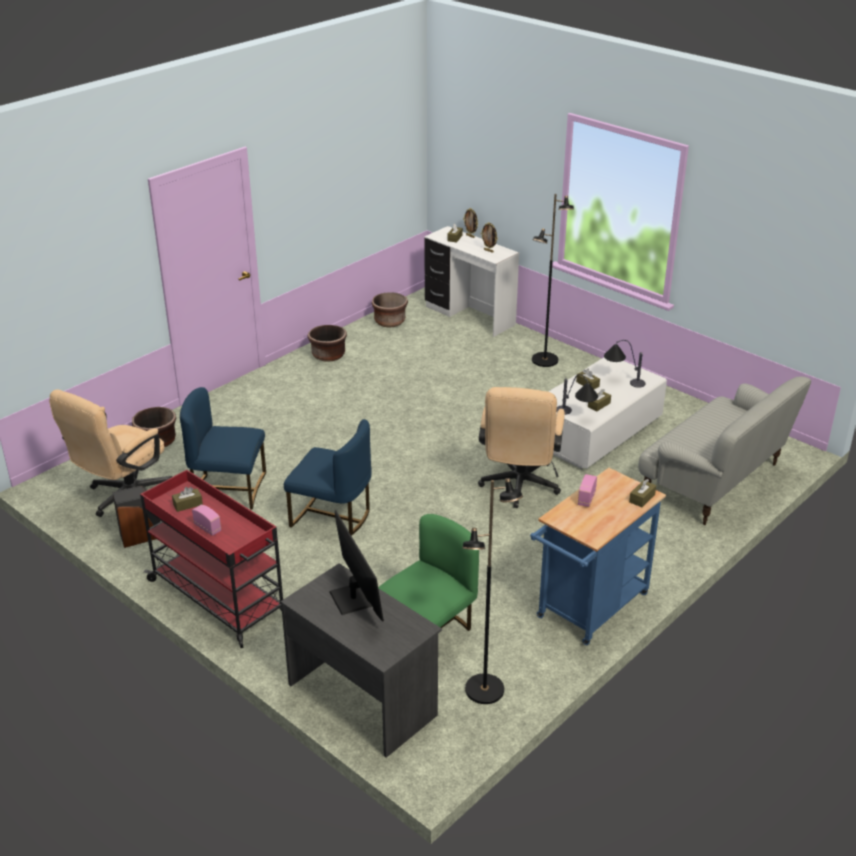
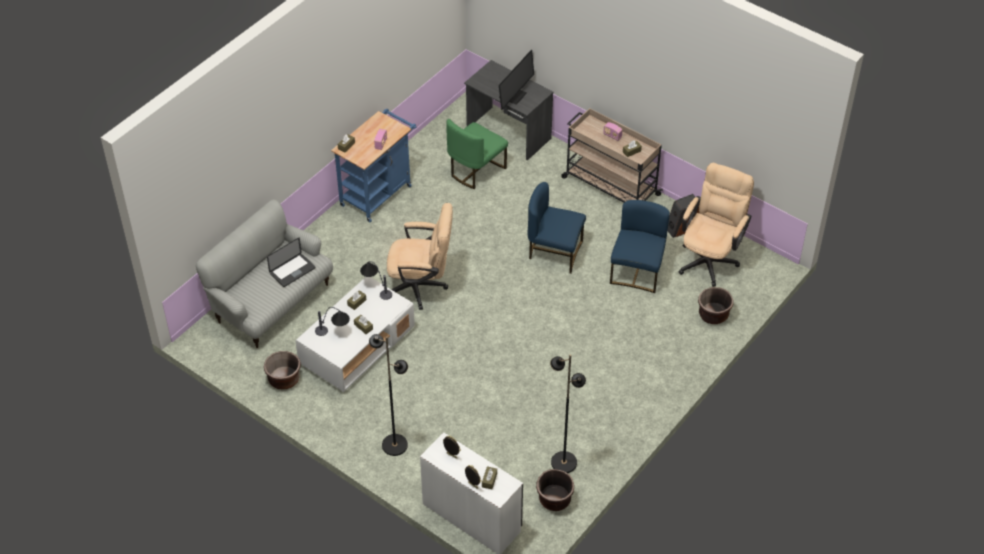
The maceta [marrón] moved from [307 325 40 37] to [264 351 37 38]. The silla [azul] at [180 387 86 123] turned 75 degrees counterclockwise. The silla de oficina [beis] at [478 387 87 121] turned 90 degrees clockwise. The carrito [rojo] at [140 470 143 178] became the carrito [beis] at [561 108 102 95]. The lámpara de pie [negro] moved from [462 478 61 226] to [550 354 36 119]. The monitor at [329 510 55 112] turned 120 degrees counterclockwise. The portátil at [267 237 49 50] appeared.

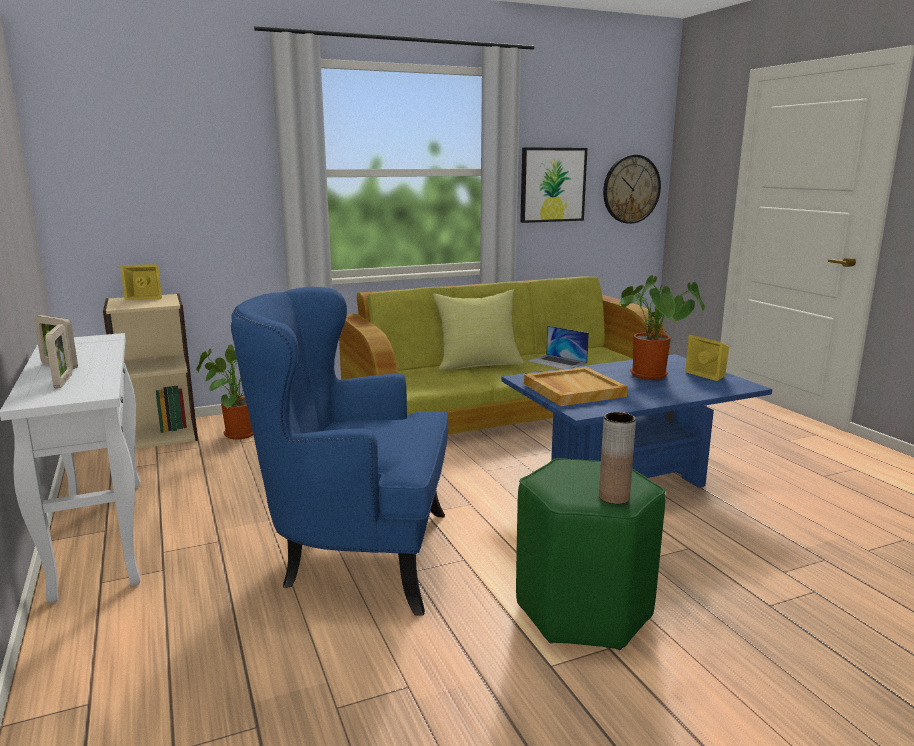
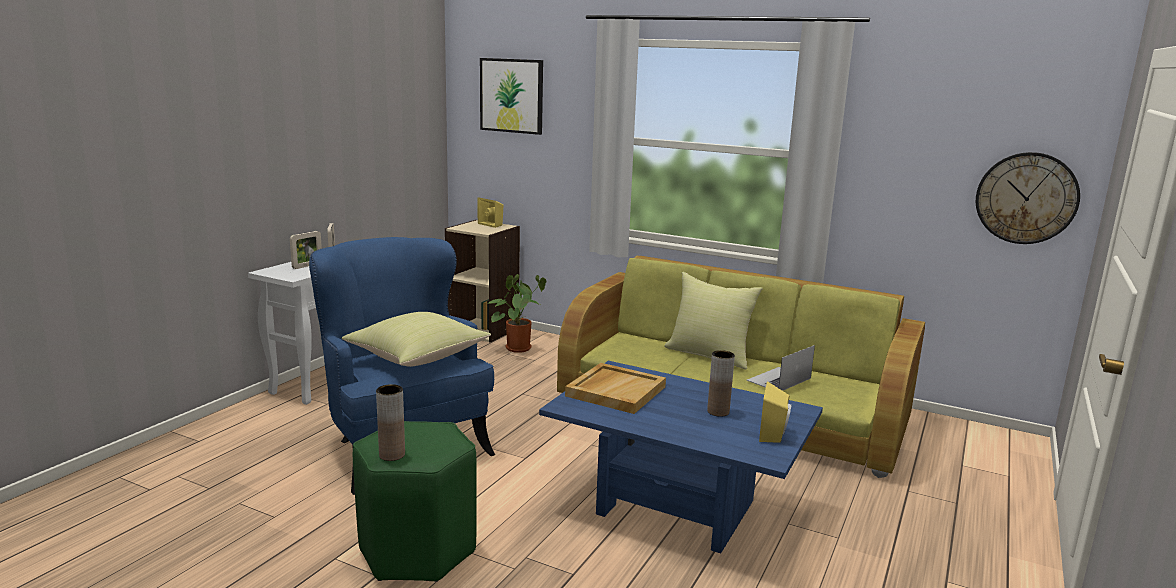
The cuadro moved from [520 147 67 76] to [480 58 63 77]. The planta en maceta at [616 275 89 105] was replaced by the florero [marrón] at [707 350 28 67]. The portátil at [528 326 61 43] turned 45 degrees clockwise. The cojín [amarillo] at [342 312 149 55] appeared.

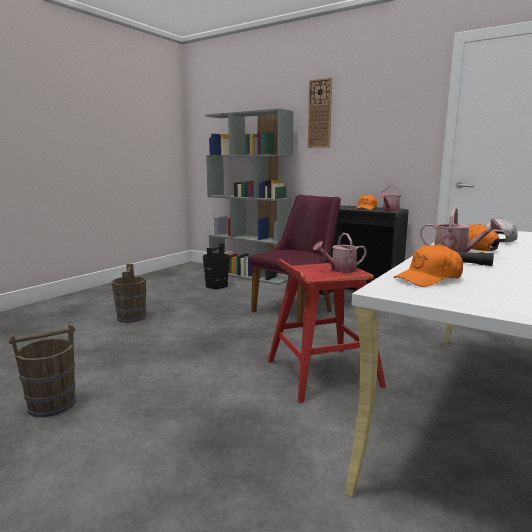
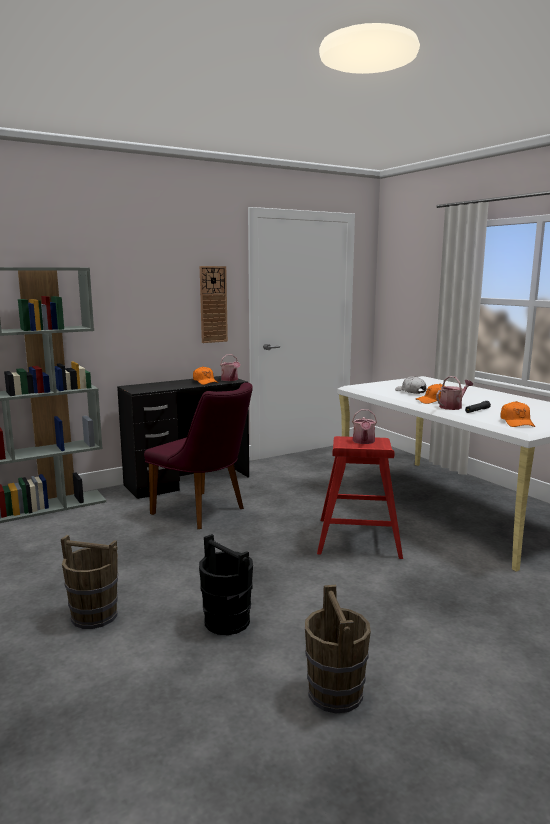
The reloj de pared moved from [308 78 24 70] to [200 266 28 77]. The silla [morado] at [249 195 92 127] turned 150 degrees clockwise. The cubo [negro] moved from [203 243 26 46] to [199 534 54 101].

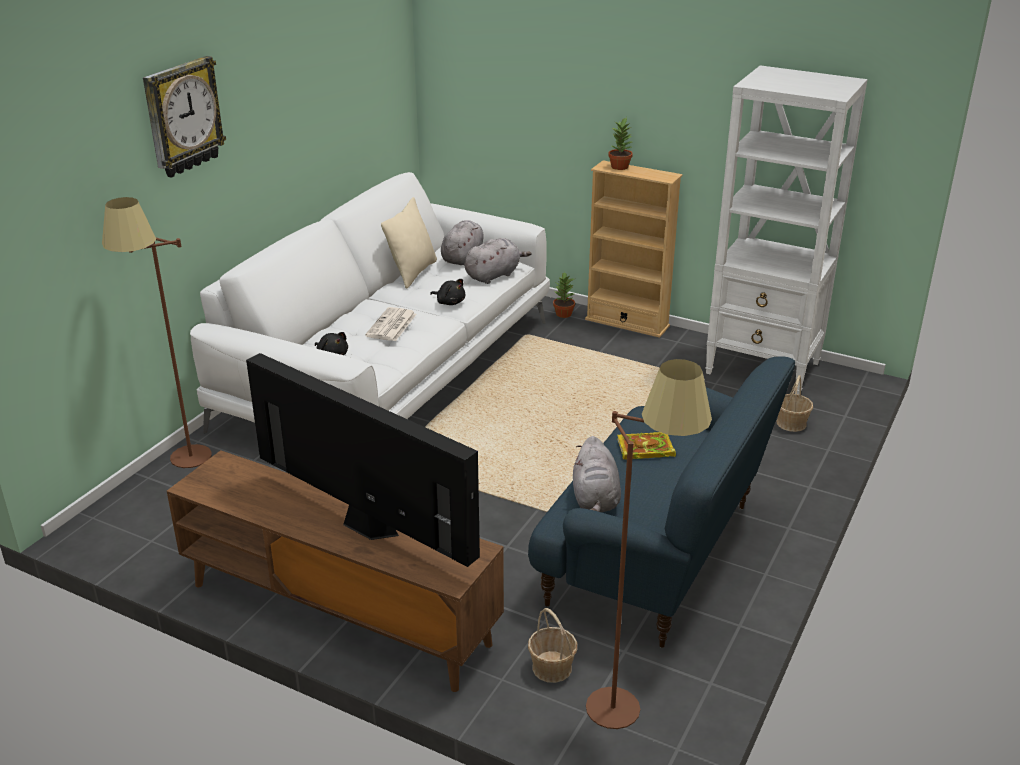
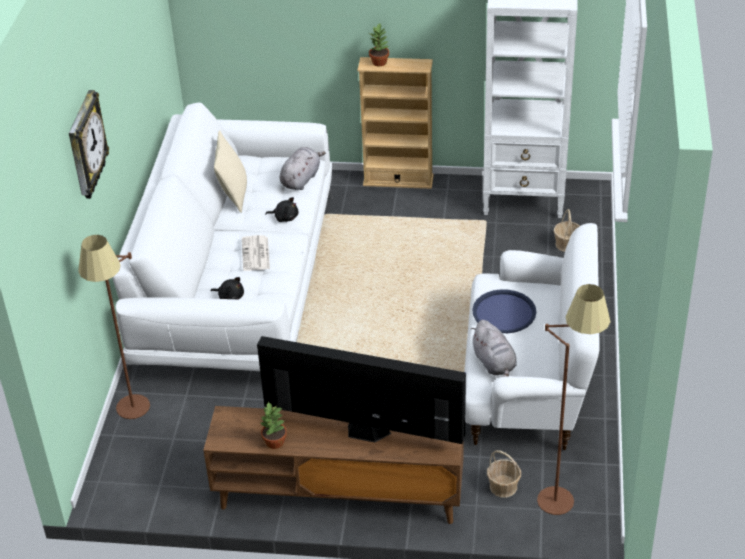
The peluche [gris] at [441 220 43 46] disappeared. The planta en maceta moved from [553 271 22 47] to [261 402 26 47]. The sofá [azul] at [528 356 267 292] became the sofá [blanco] at [464 223 136 227]. The libro at [617 432 59 28] was replaced by the bandeja [azul] at [472 289 64 44].

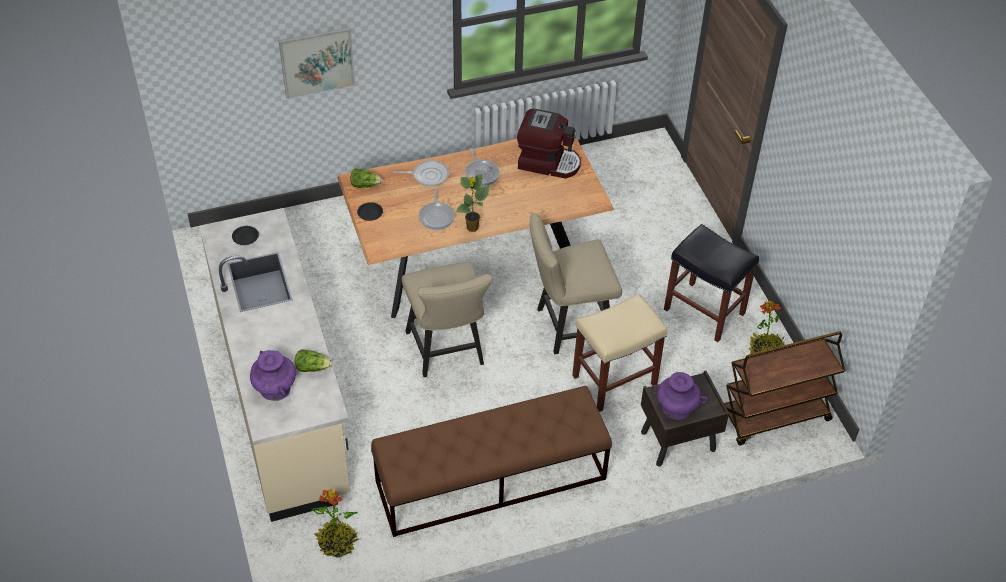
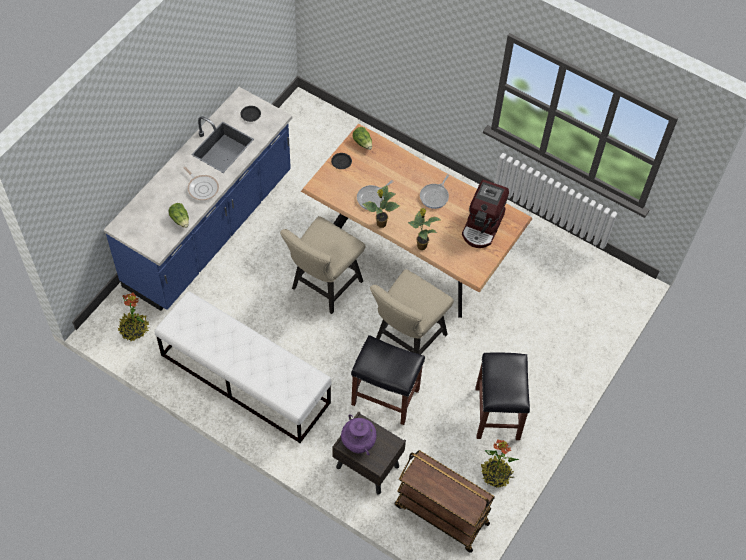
The cuadro at [279 27 76 72] disappeared. The cafetera at [517 109 64 70] turned 45 degrees clockwise. The sartén moved from [394 160 55 27] to [184 167 35 33]. The mueble bajo de cocina [beis] at [199 208 151 314] became the mueble bajo de cocina [azul] at [104 87 188 224]. The silla [beis] at [530 213 92 141] turned 90 degrees counterclockwise. The taburete [beis] at [572 294 95 118] became the taburete [negro] at [351 335 74 90]. The florero [morado] at [250 350 46 51] disappeared. The banco [marrón] at [371 386 241 151] became the banco [blanco] at [155 291 177 152]. The planta en maceta at [408 208 33 42] appeared.

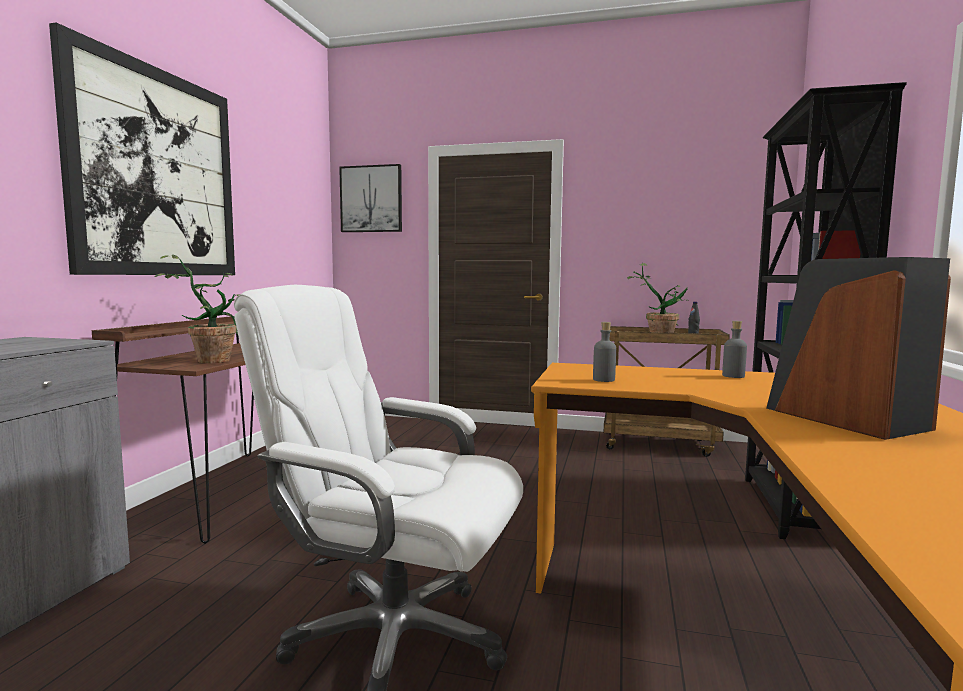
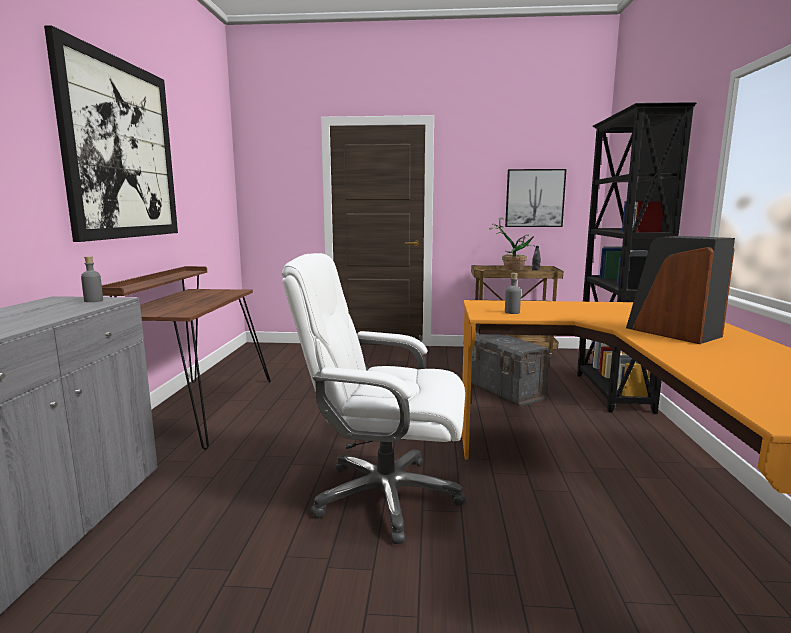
The cuadro moved from [339 164 63 68] to [505 169 62 58]. The planta en maceta at [155 255 85 108] disappeared. The botella [gris] moved from [722 321 25 57] to [81 256 22 46]. The caja de almacenaje [gris] at [463 333 88 73] appeared.

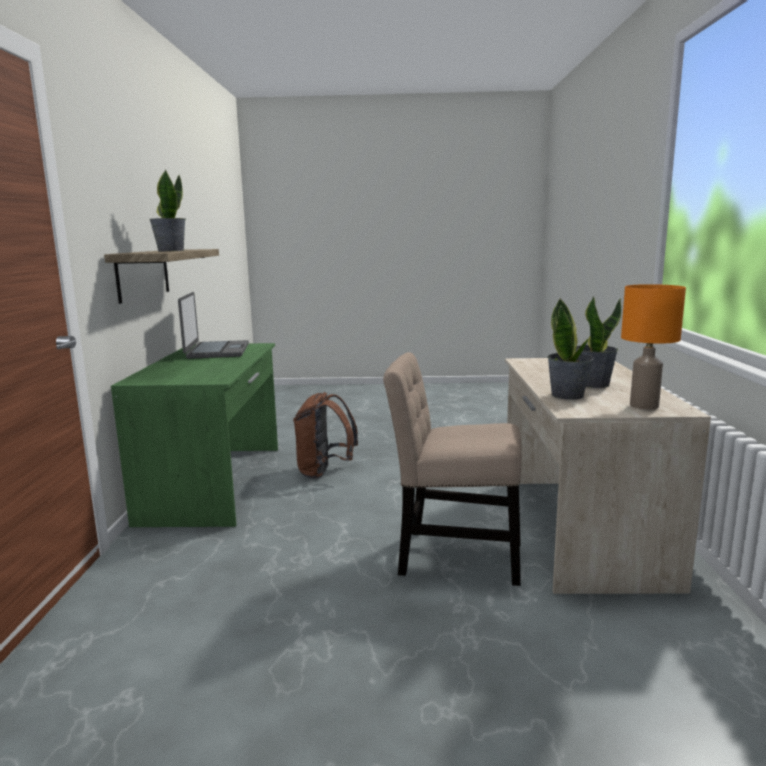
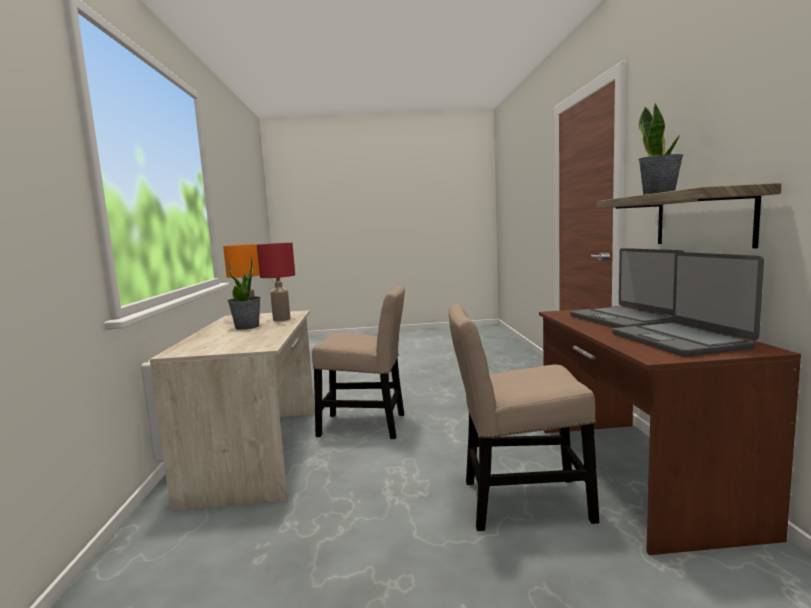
The planta en maceta at [547 299 47 101] was replaced by the lámpara de mesa [rojo] at [257 243 38 78]. The escritorio [verde] at [111 343 167 184] became the escritorio [marrón] at [539 306 262 249]. The mochila [marrón] at [293 392 65 87] was replaced by the silla [beis] at [449 304 150 227]. The portátil at [570 248 114 80] appeared.

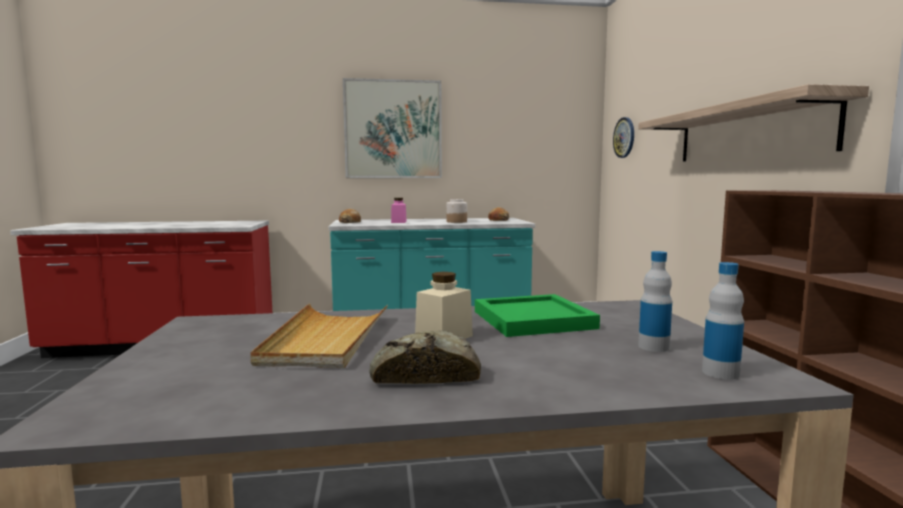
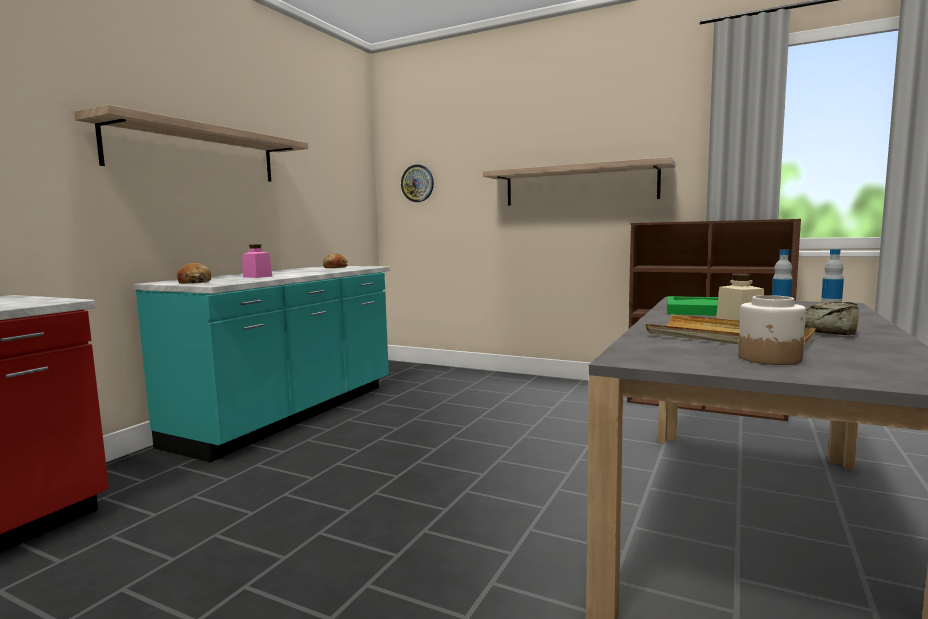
The cuadro at [343 78 99 100] was replaced by the estante at [74 105 234 77]. The tarro moved from [446 199 21 24] to [738 295 68 70].

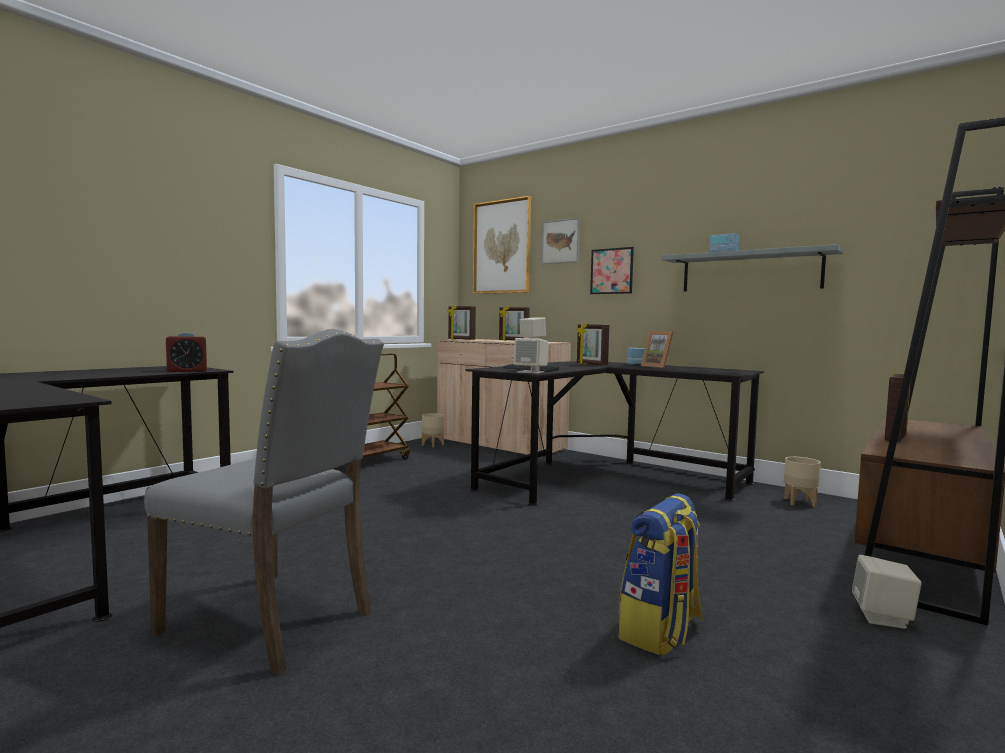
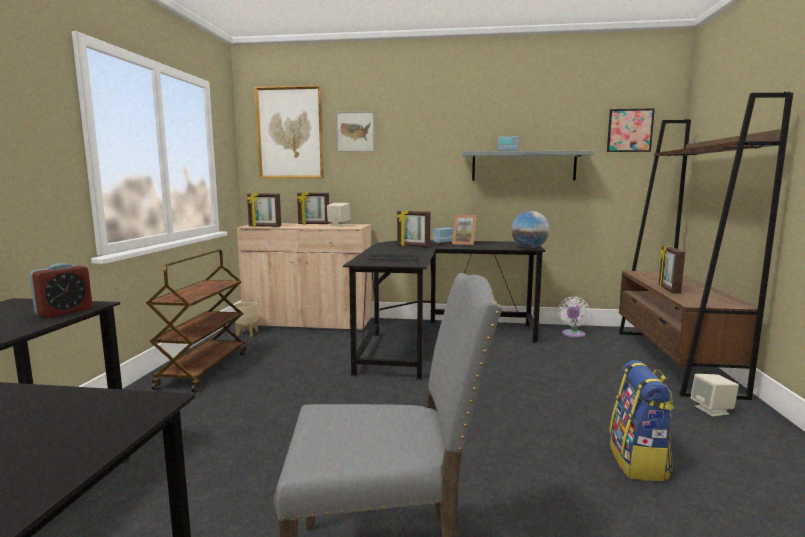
The cuadro moved from [590 247 44 47] to [607 108 48 44]. The altavoz [beis] at [513 338 35 36] disappeared. The maceta [beis] at [784 457 37 50] was replaced by the ventilador [blanco] at [558 297 32 41]. The globo terráqueo at [511 211 39 37] appeared.

